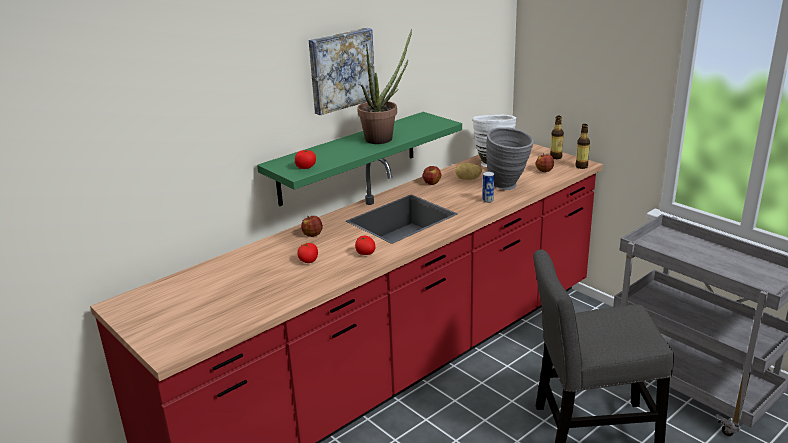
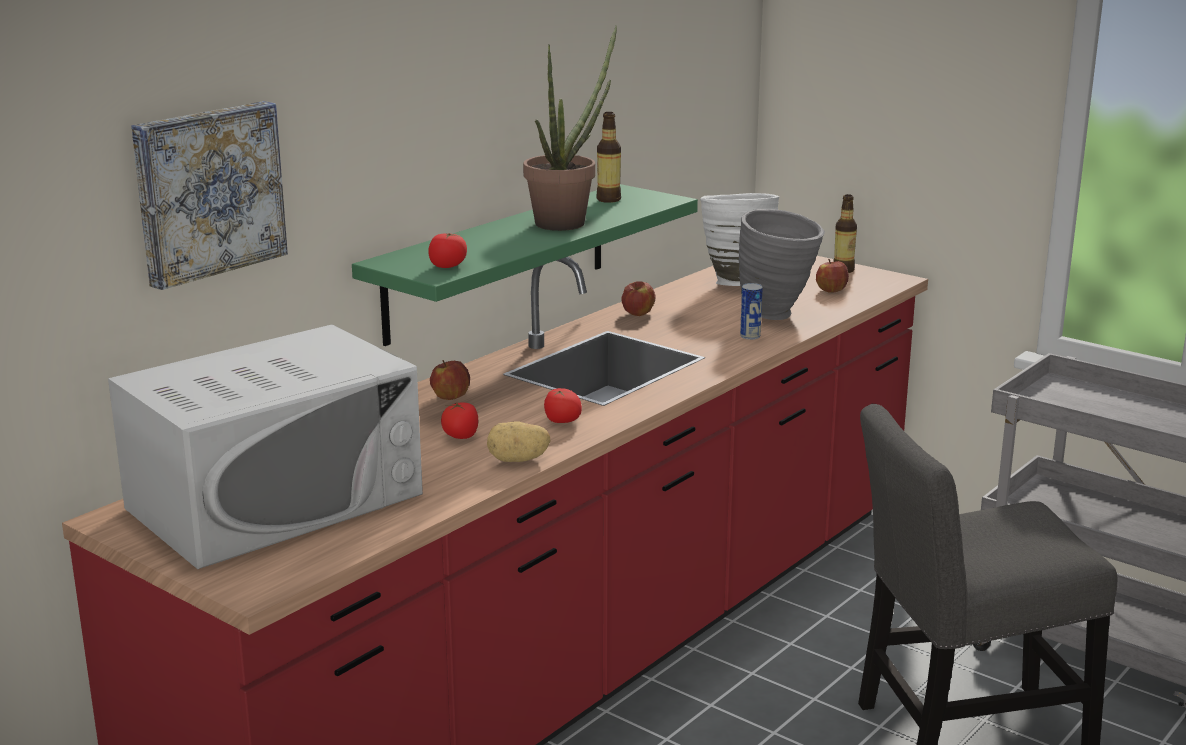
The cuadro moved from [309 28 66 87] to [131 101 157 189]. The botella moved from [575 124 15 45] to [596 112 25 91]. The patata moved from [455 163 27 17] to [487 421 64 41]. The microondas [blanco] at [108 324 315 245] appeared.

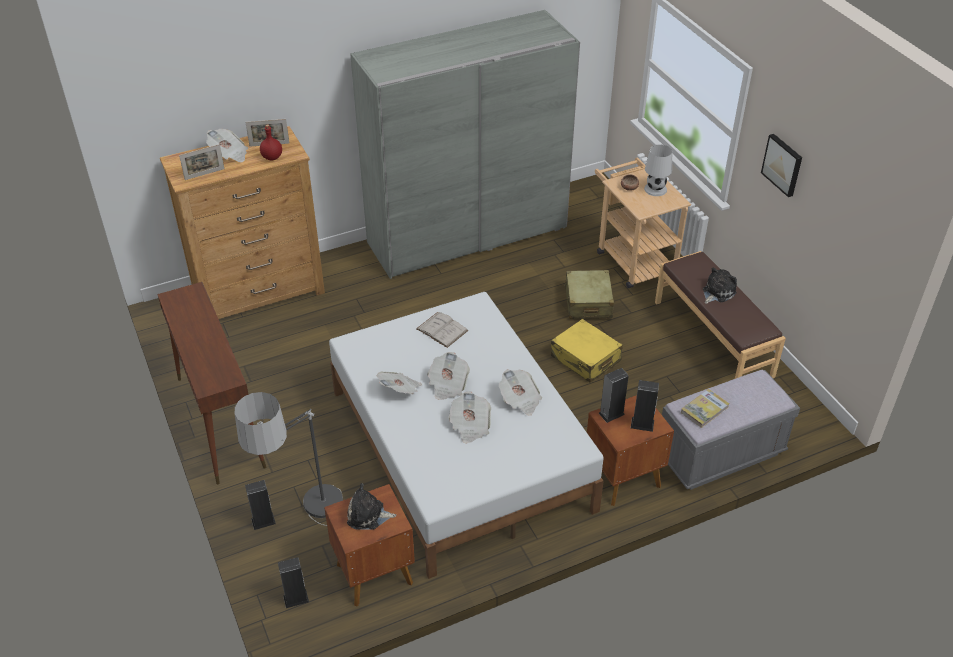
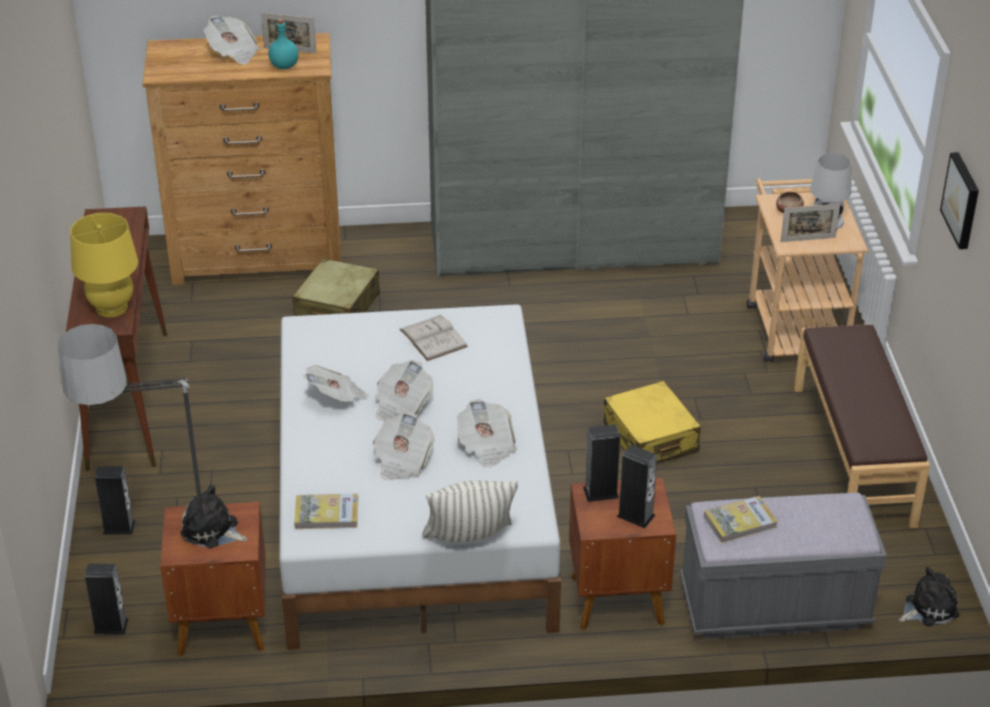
The botella [rojo] at [260 124 22 36] became the botella [turquesa] at [268 19 31 50]. The portarretratos moved from [179 144 45 36] to [781 203 59 39]. The peluche moved from [703 268 34 36] to [899 567 60 59]. The maleta [beis] moved from [564 270 50 49] to [292 258 88 58]. The lámpara de mesa [amarillo] at [70 213 68 104] appeared. The cojín at [422 480 96 63] appeared. The libro at [294 494 64 35] appeared.

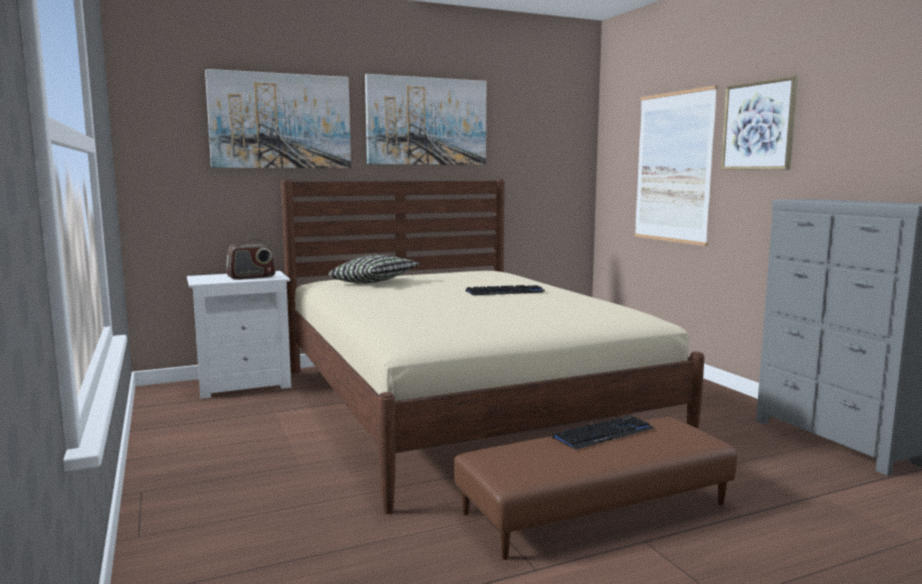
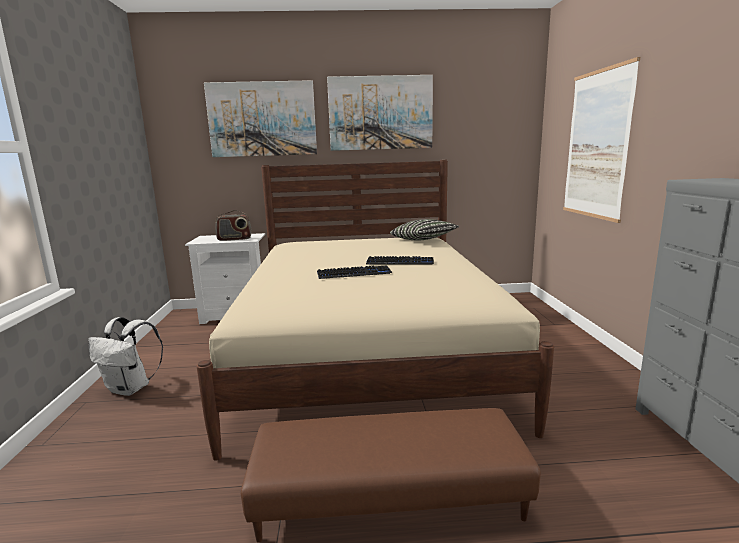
The cuadro at [720 76 78 94] disappeared. The cojín moved from [329 255 90 28] to [390 219 69 21]. The teclado moved from [552 416 102 34] to [317 265 75 14]. The mochila [blanco] at [88 317 75 79] appeared.

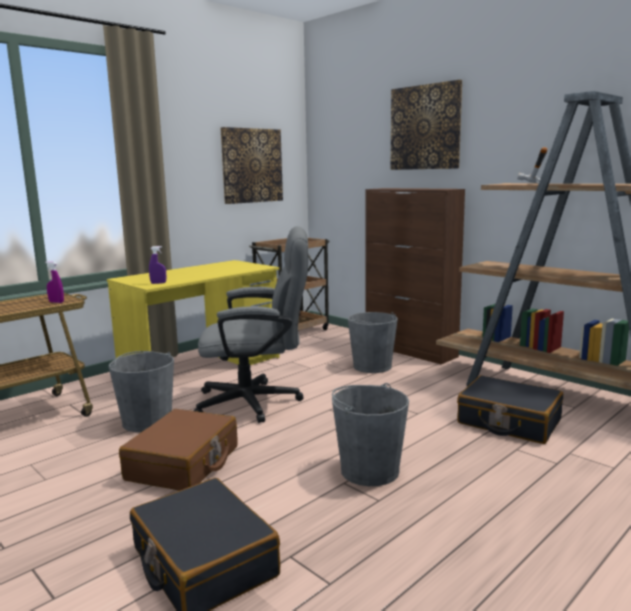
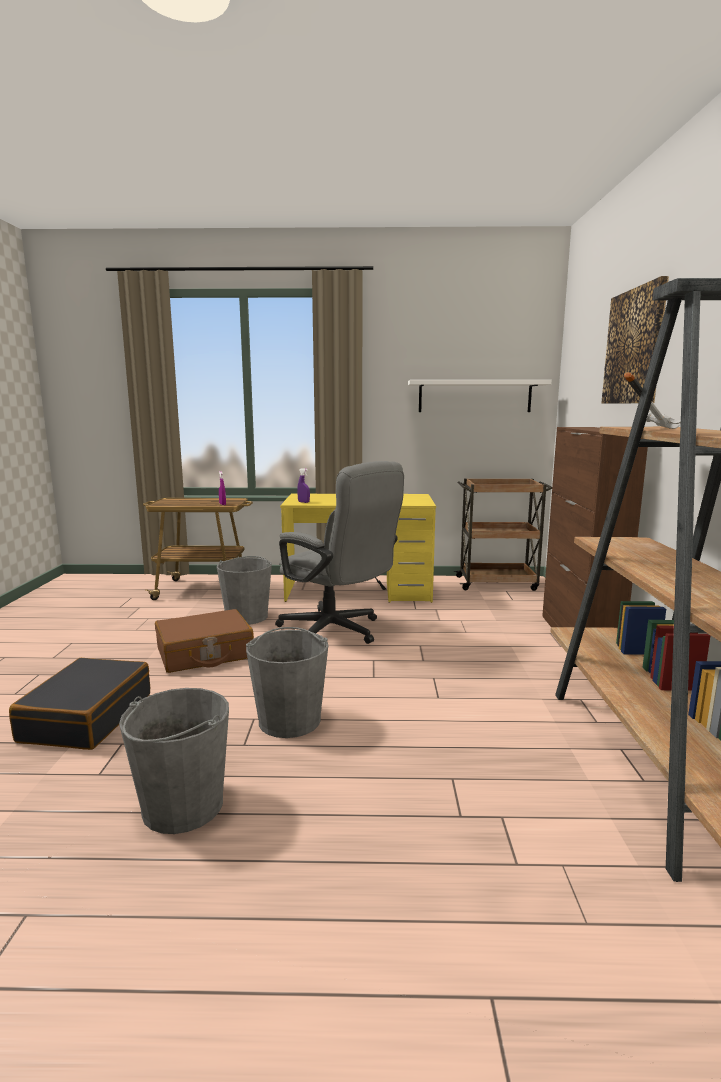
The cuadro at [220 127 63 77] was replaced by the estante [blanco] at [408 380 144 32]. The cubo [gris] moved from [348 312 50 61] to [119 688 110 146]. The maleta [negro] at [457 375 106 69] disappeared.

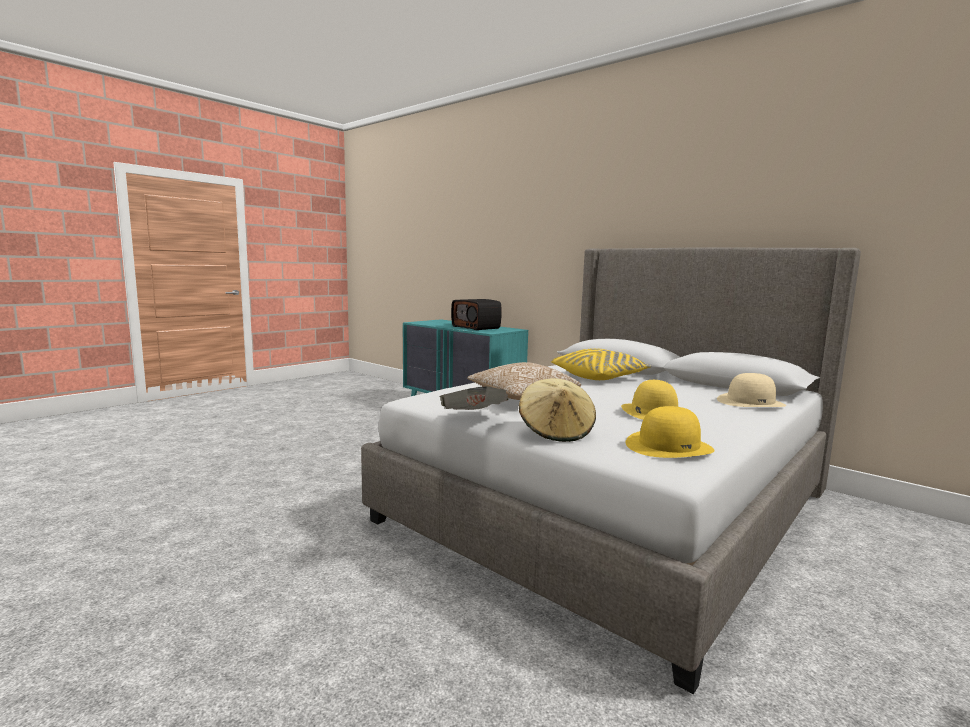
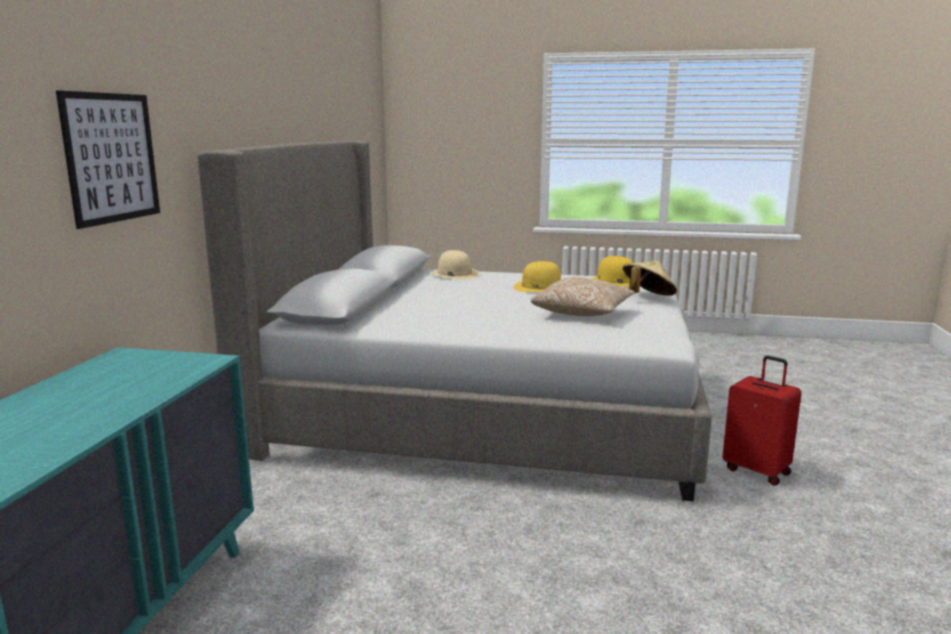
The radio at [451 299 51 31] disappeared. The cojín [amarillo] at [551 348 101 32] disappeared. The periódico at [439 386 70 24] disappeared. The cuadro at [56 90 104 139] appeared. The maleta [rojo] at [723 356 79 130] appeared.

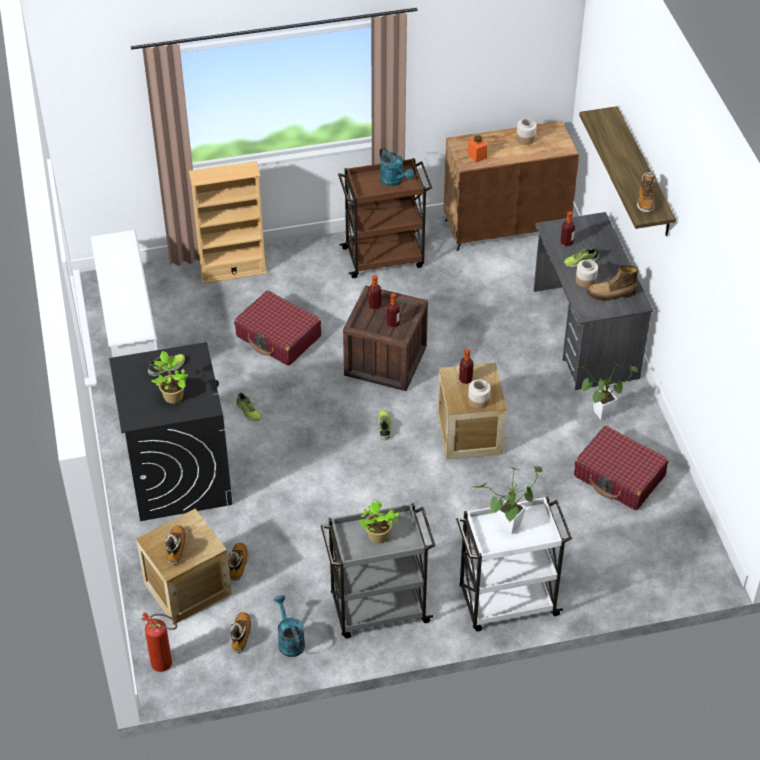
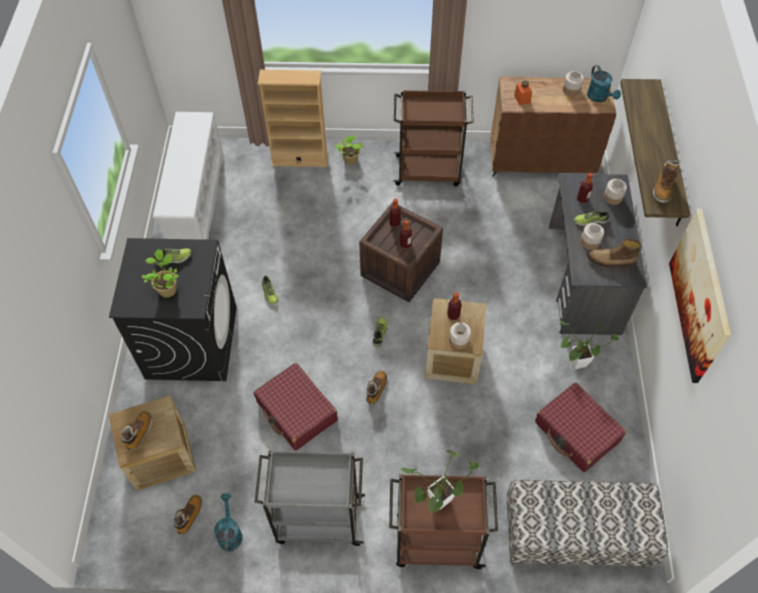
The regadera [turquesa] moved from [379 147 35 39] to [587 65 34 37]. The maleta [rojo] moved from [234 290 87 76] to [254 363 84 88]. The carrito [blanco] at [456 496 116 135] became the carrito [marrón] at [389 474 109 95]. The planta en maceta moved from [359 500 40 43] to [335 135 28 30]. The bota moved from [228 543 20 38] to [366 370 21 35]. The extintor at [142 612 35 60] disappeared. The tarro at [604 179 23 26] appeared. The cuadro at [669 208 62 175] appeared. The banco at [506 480 162 88] appeared.

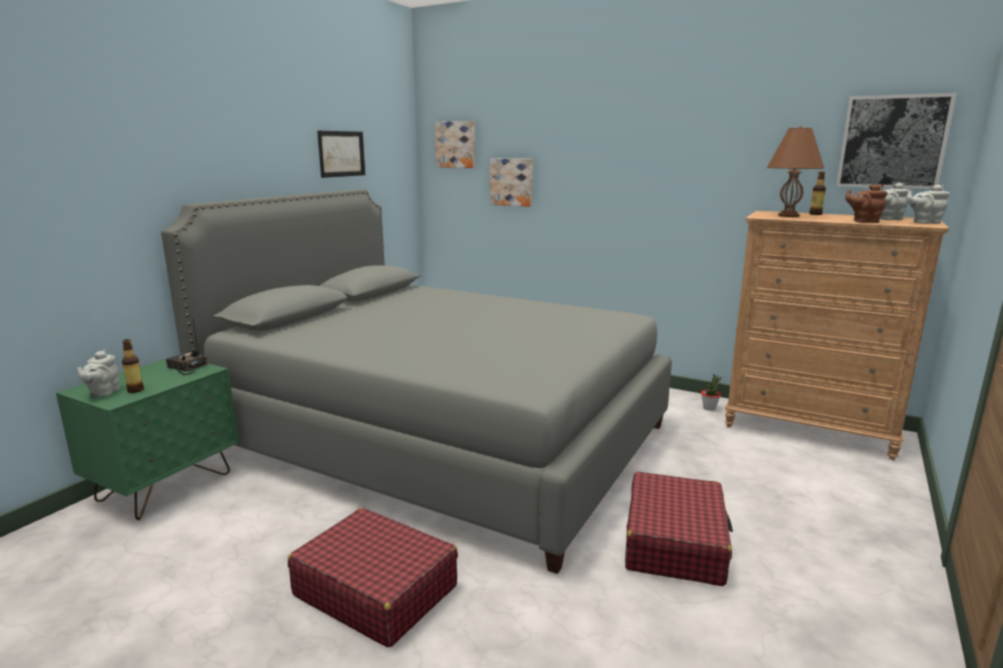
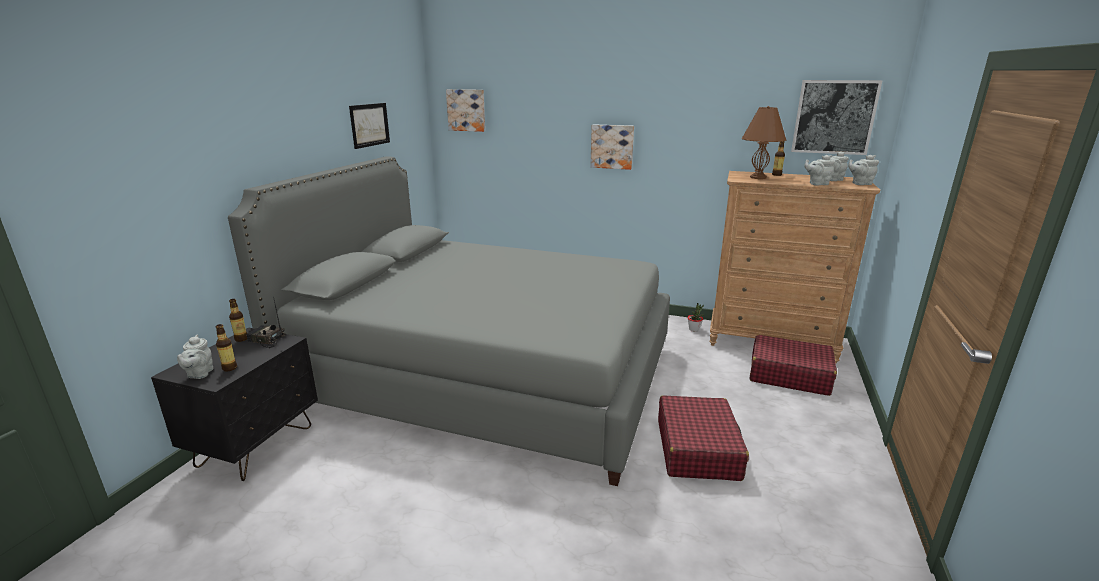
The cuadro moved from [490 158 43 49] to [590 124 44 46]. The tetera [marrón] at [845 184 43 39] became the tetera [gris] at [804 155 31 31]. The mesita de noche [verde] at [56 356 183 164] became the mesita de noche [negro] at [151 327 167 154]. The maleta [rojo] moved from [288 508 170 140] to [750 335 87 61]. The botella at [229 299 18 43] appeared.

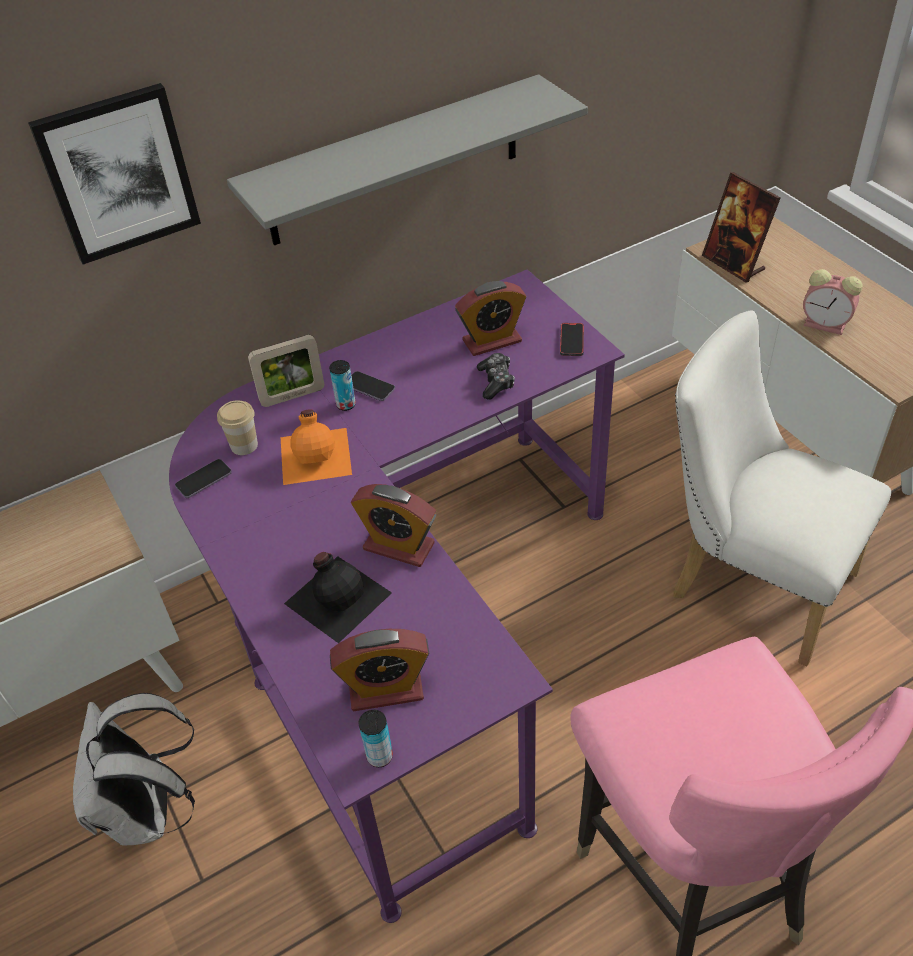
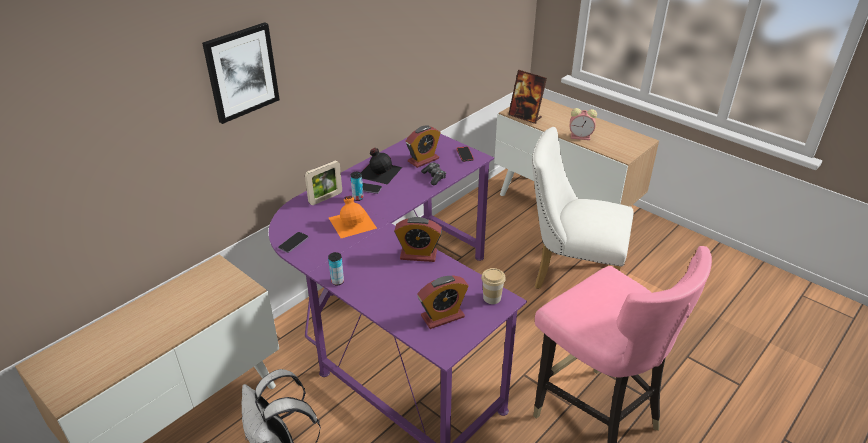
The estante [gris] at [227 74 361 171] disappeared. The taza moved from [217 400 41 55] to [481 268 25 36]. The botella [negro] moved from [284 552 108 91] to [361 148 41 37]. The lata moved from [359 710 34 57] to [328 252 16 34].

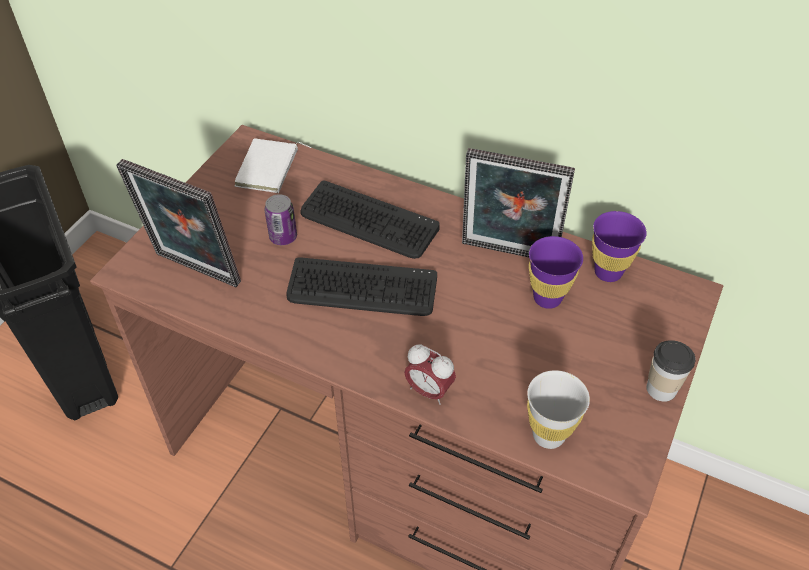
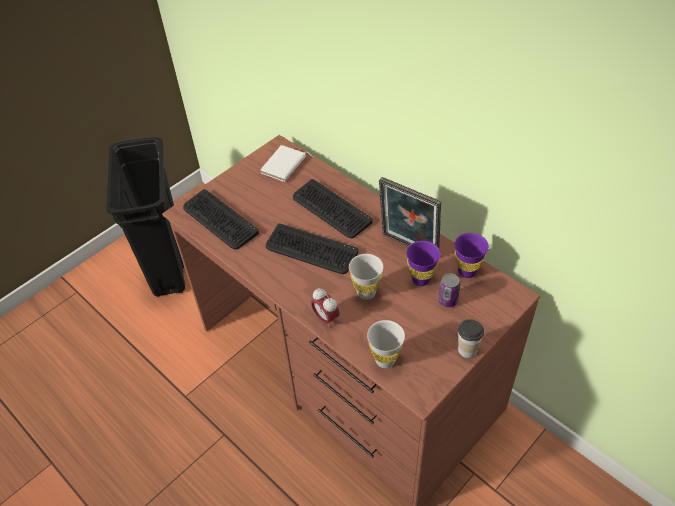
The portarretratos at [116 159 125 128] was replaced by the teclado at [183 189 76 61]. The lata moved from [265 194 32 51] to [438 273 23 34]. The taza [blanco] at [349 254 34 46] appeared.

